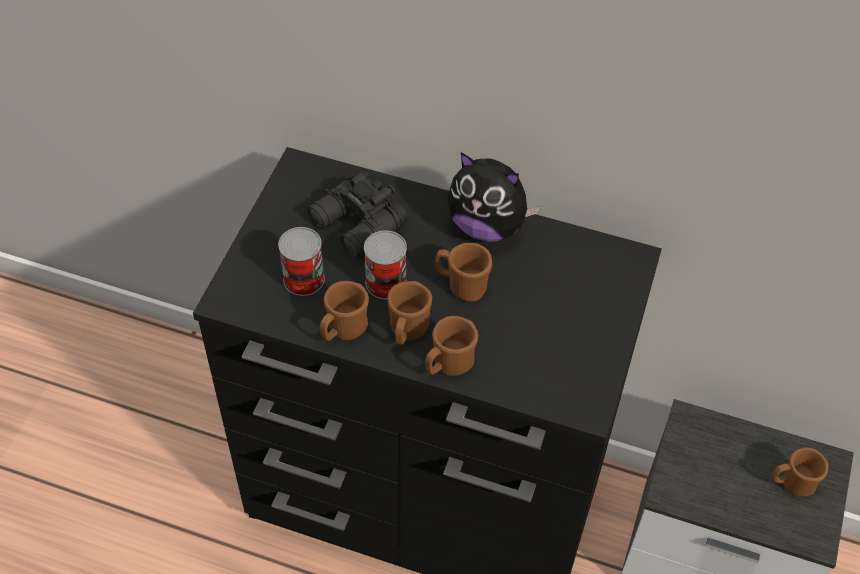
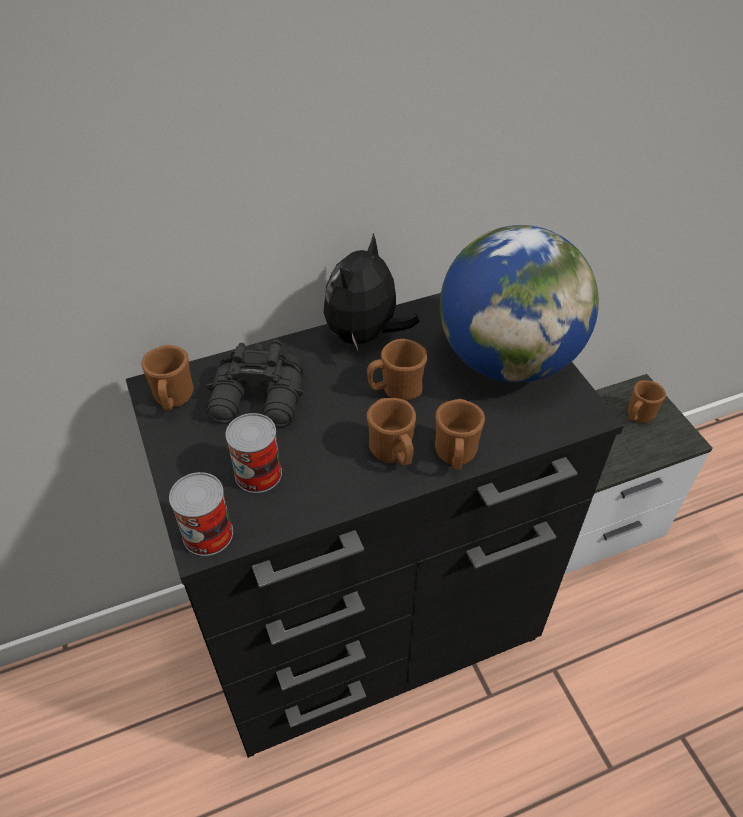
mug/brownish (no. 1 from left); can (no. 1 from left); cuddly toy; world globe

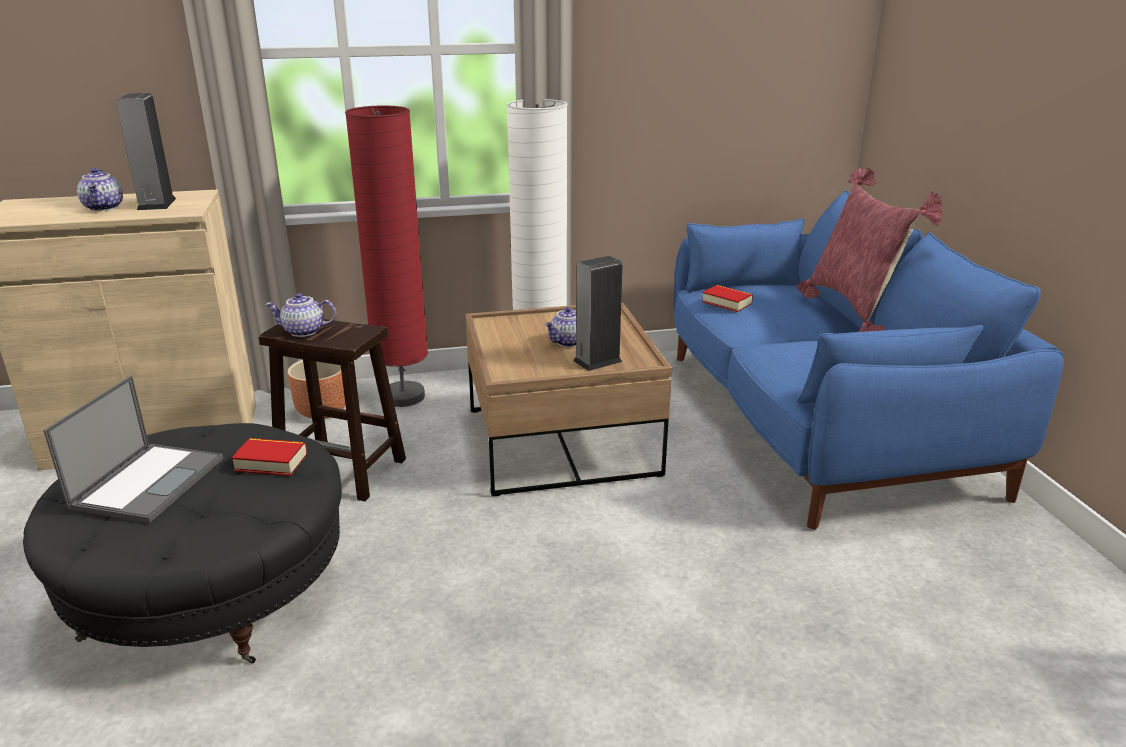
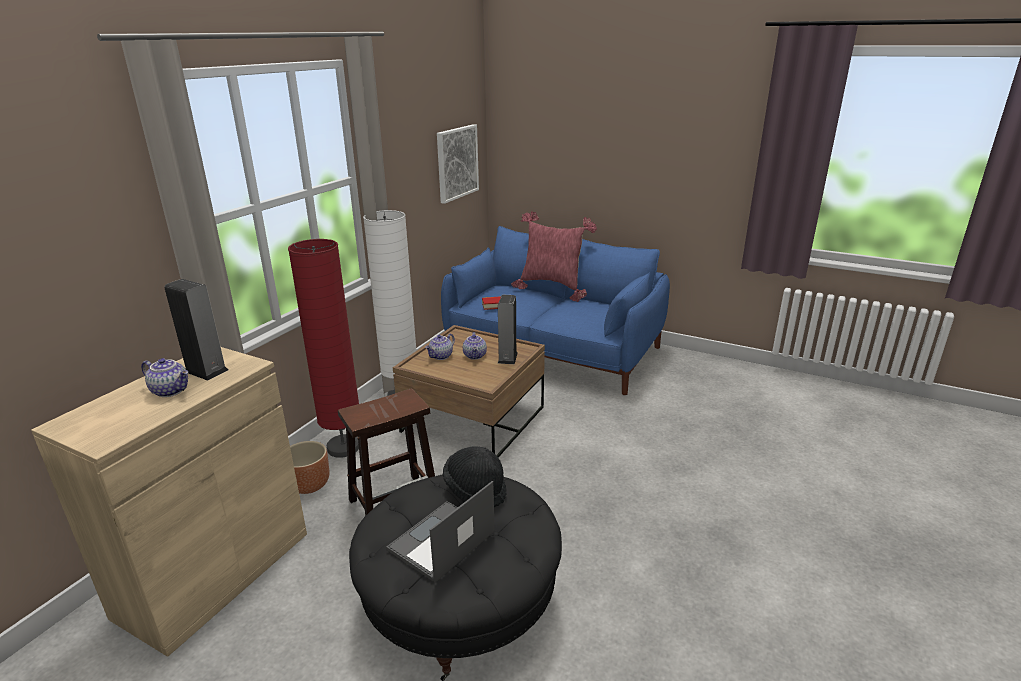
portable computer; hat/black-coloured; tea pot (no. 2 from left); wall art

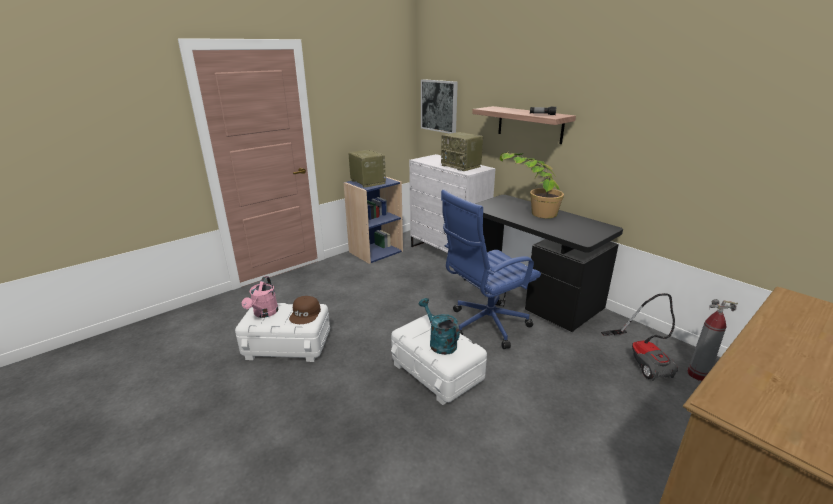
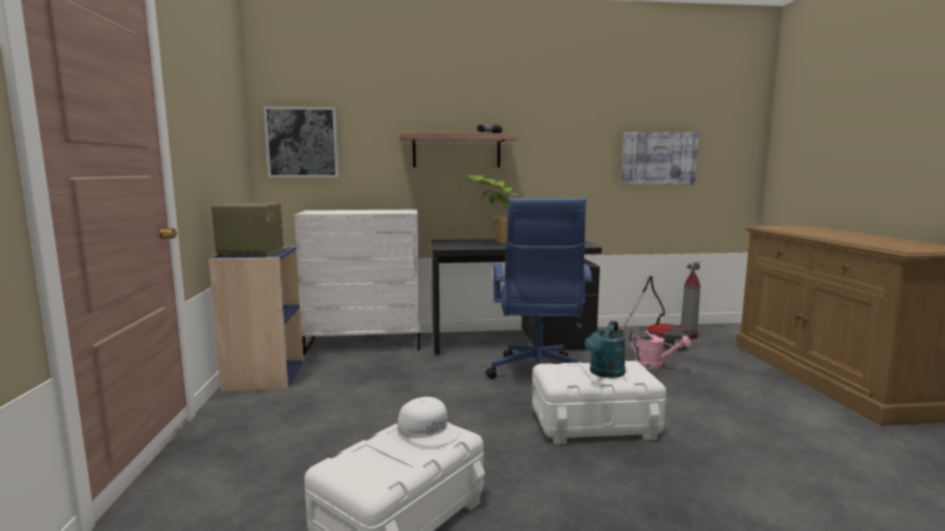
watering pot/pink-coloured; baseball cap/white; watering pot/turquoise-coloured; radio receiver (no. 2 from left in the first image); wall art (no. 2 from left)

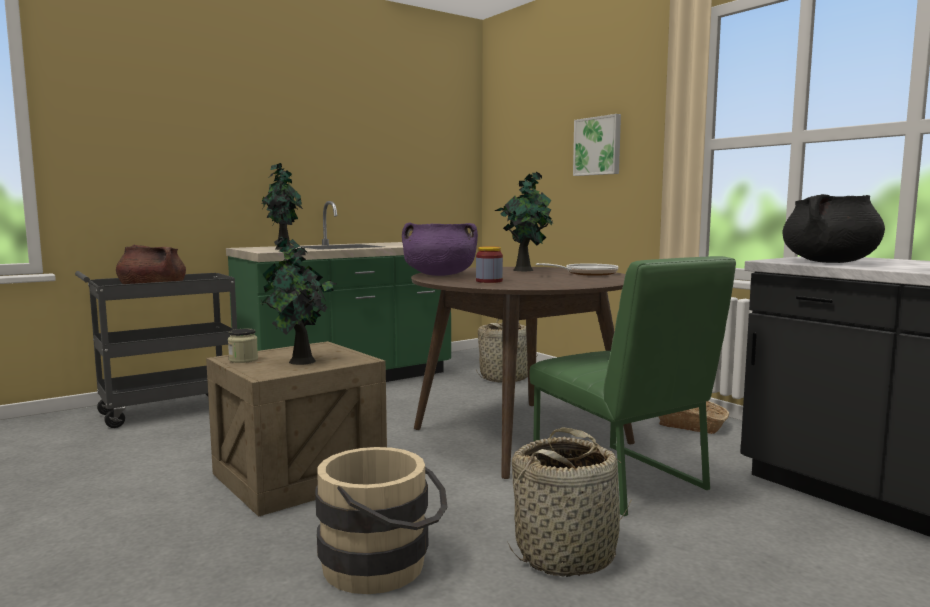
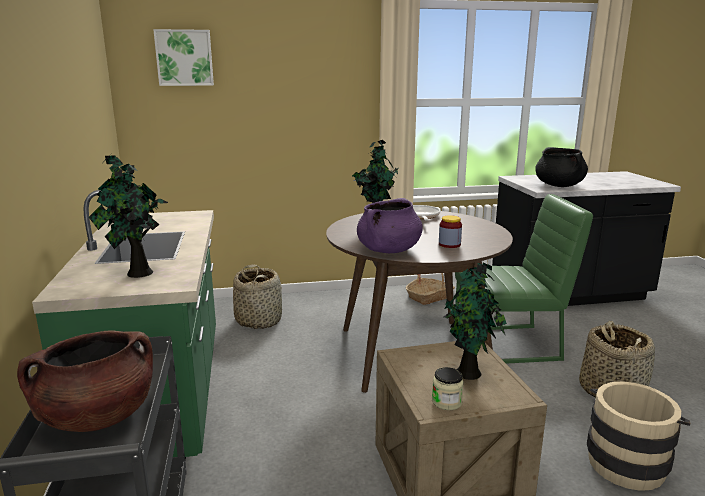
wall art

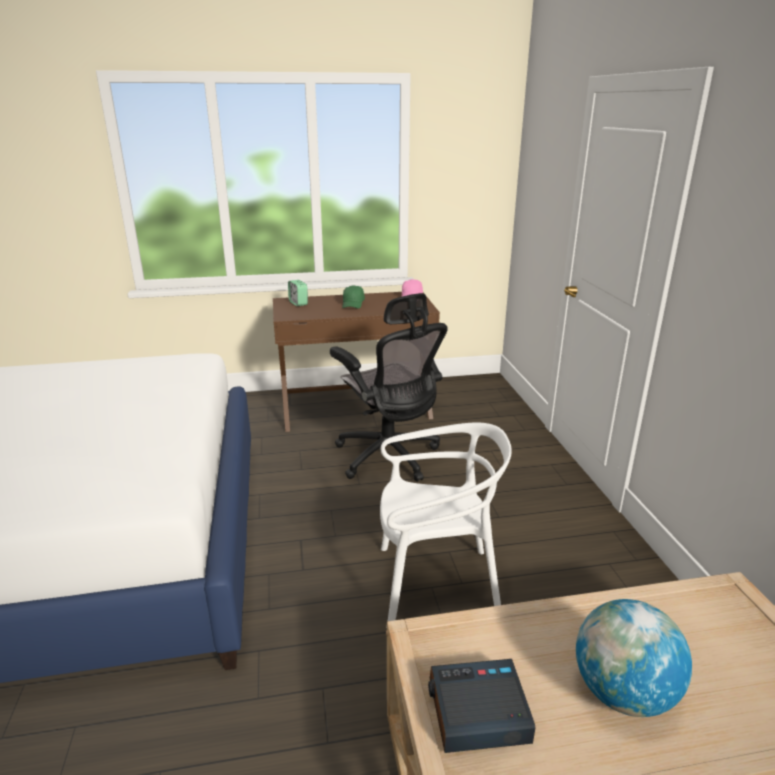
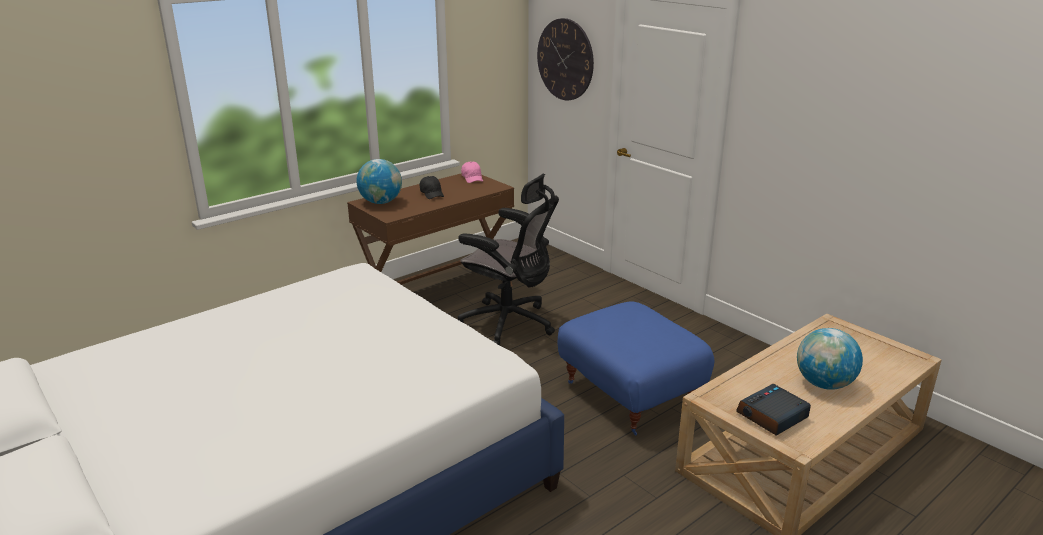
world globe (no. 1 from left); baseball cap/black-coloured; ottoman/blue; wall clock

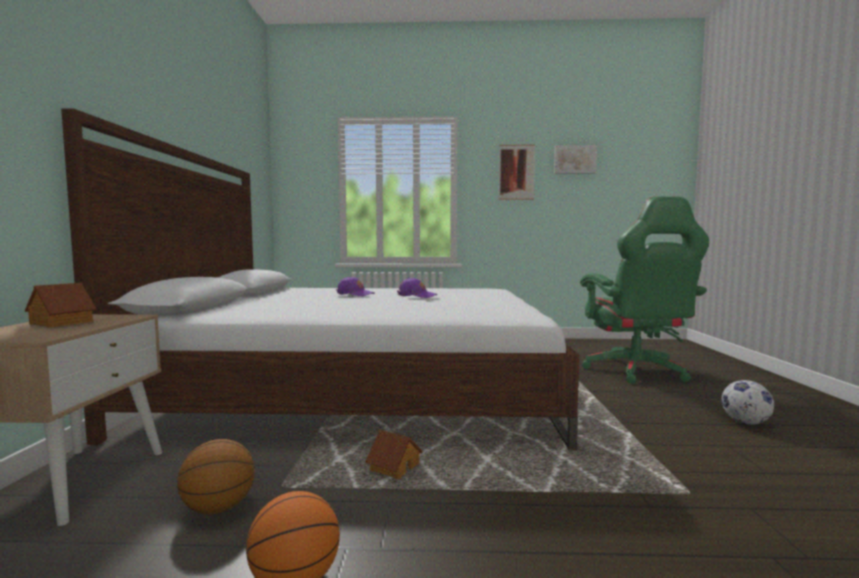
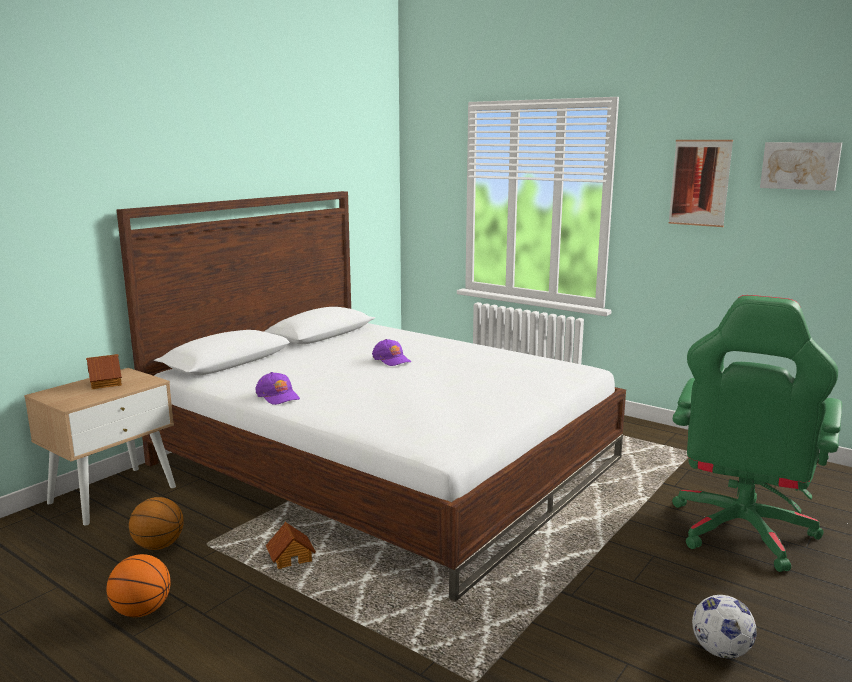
baseball cap/purple (no. 1 from left)

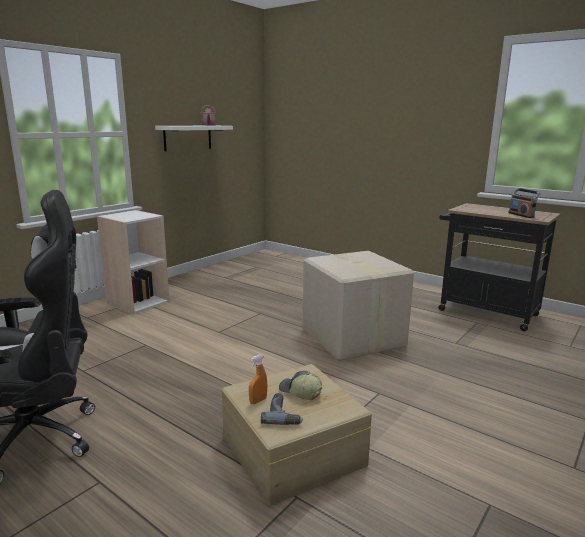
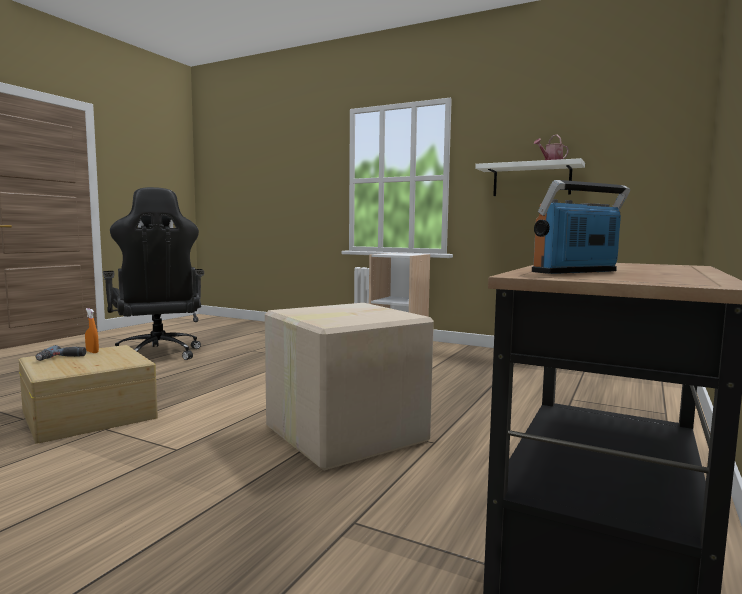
baseball cap

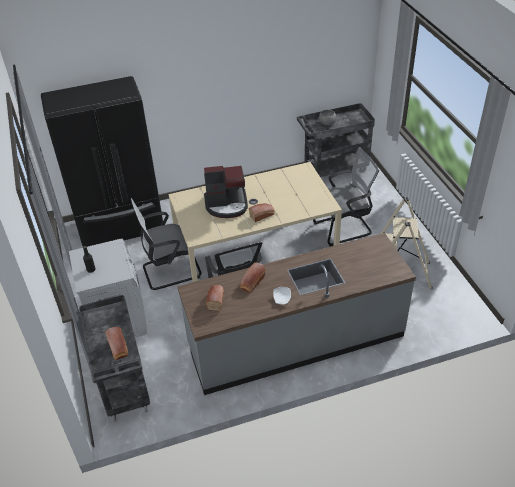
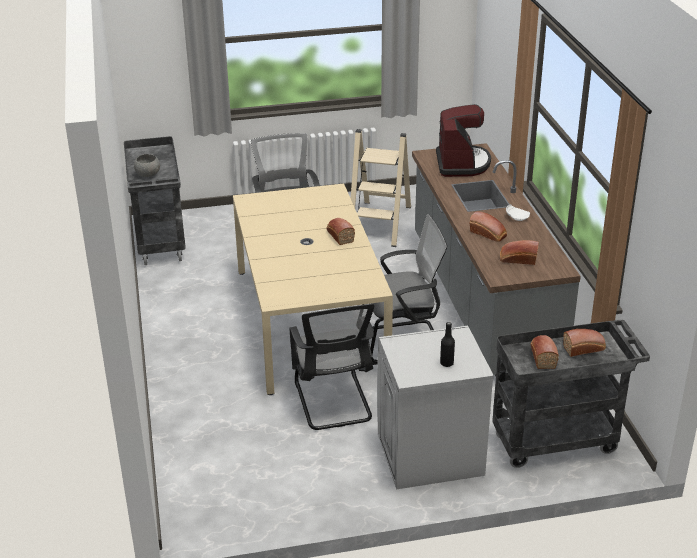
fridge/black-coloured; coffee maker; baked bread (no. 4 from left)

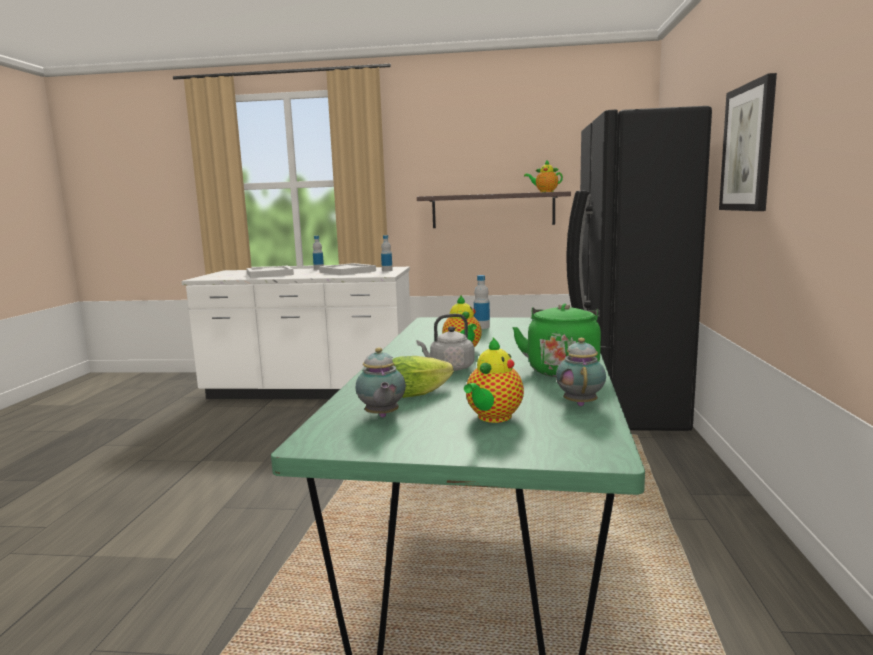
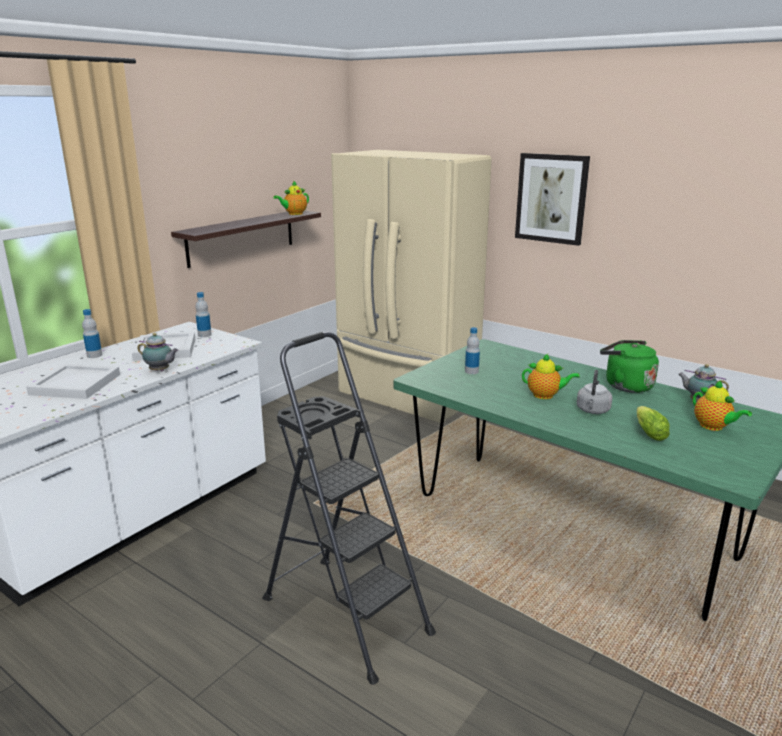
tea pot (no. 1 from left); fridge/sand-coloured; step ladder

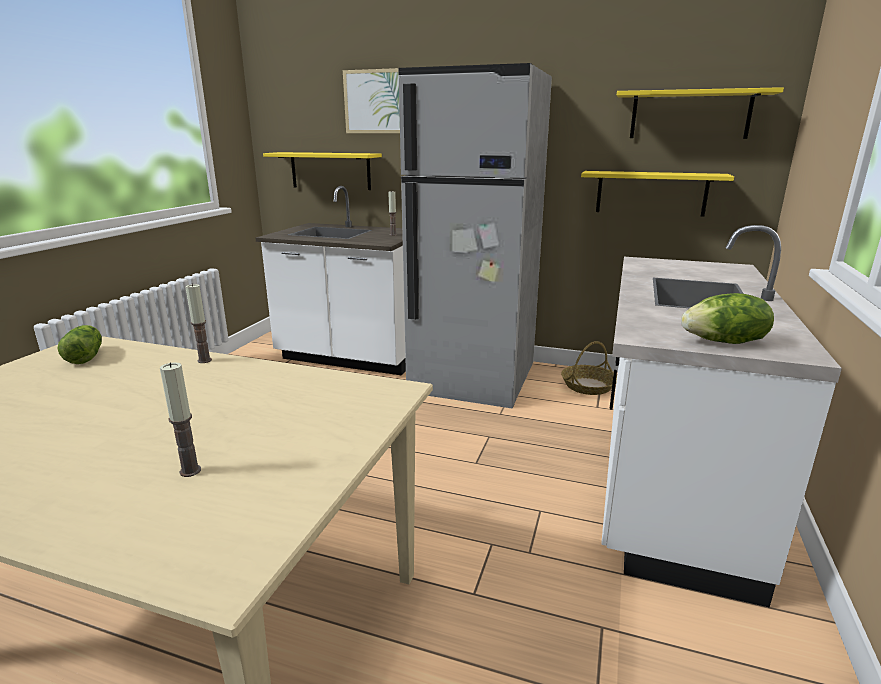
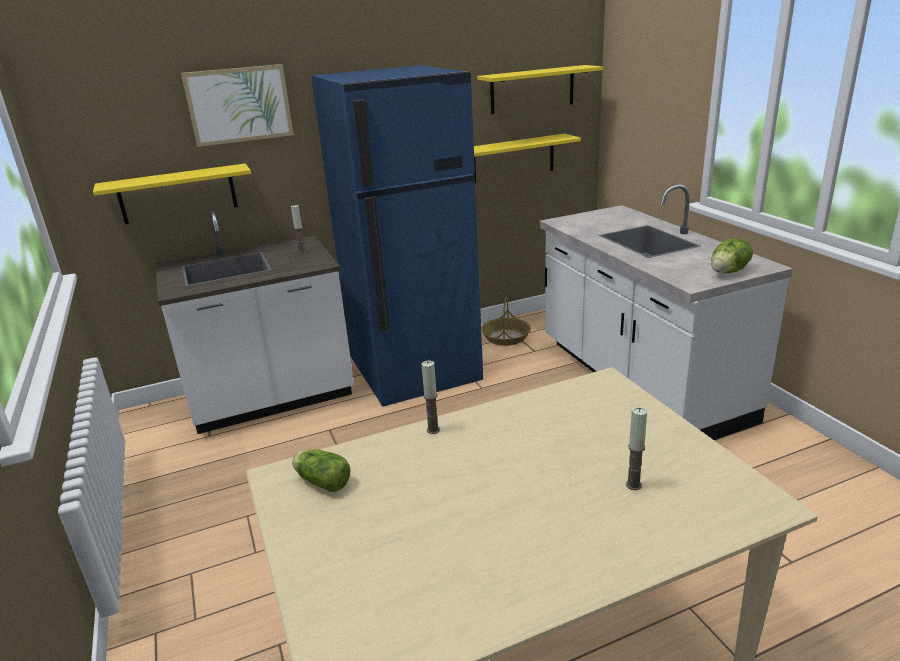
fridge/blue

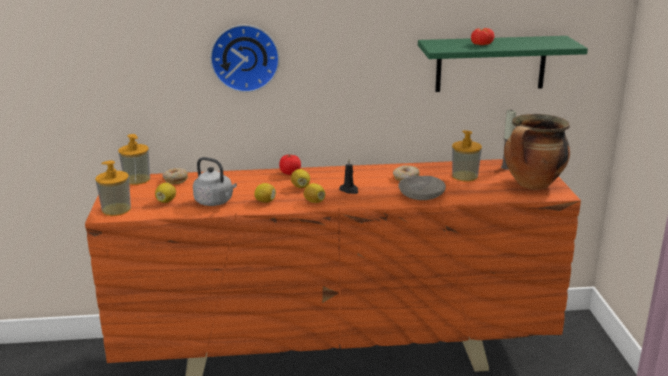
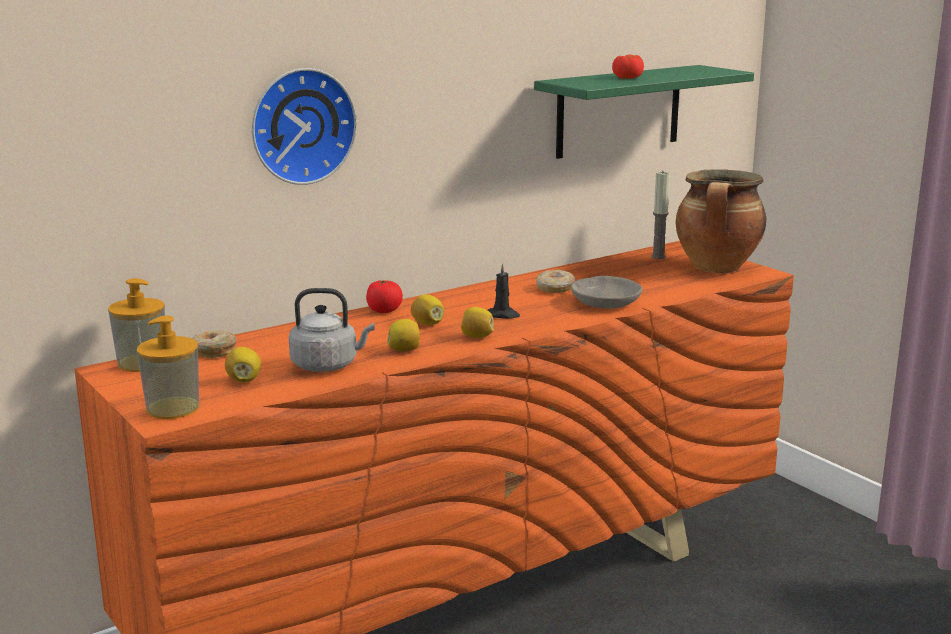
liquid soap bottle (no. 3 from left in the first image)

